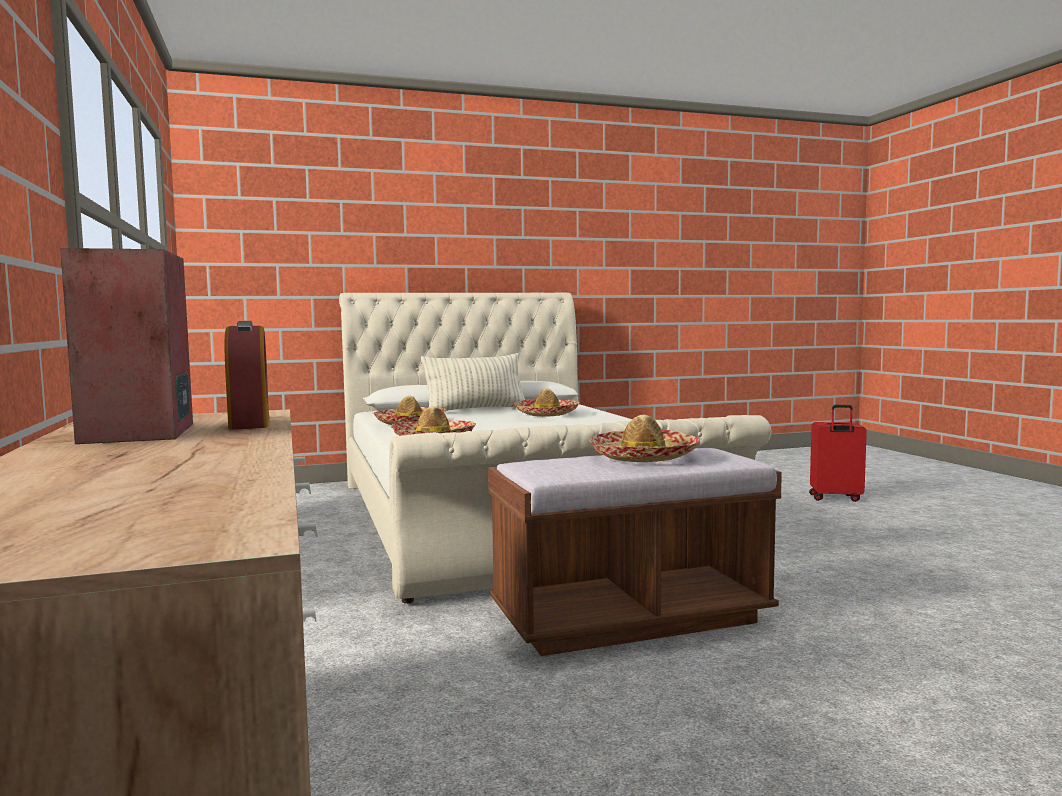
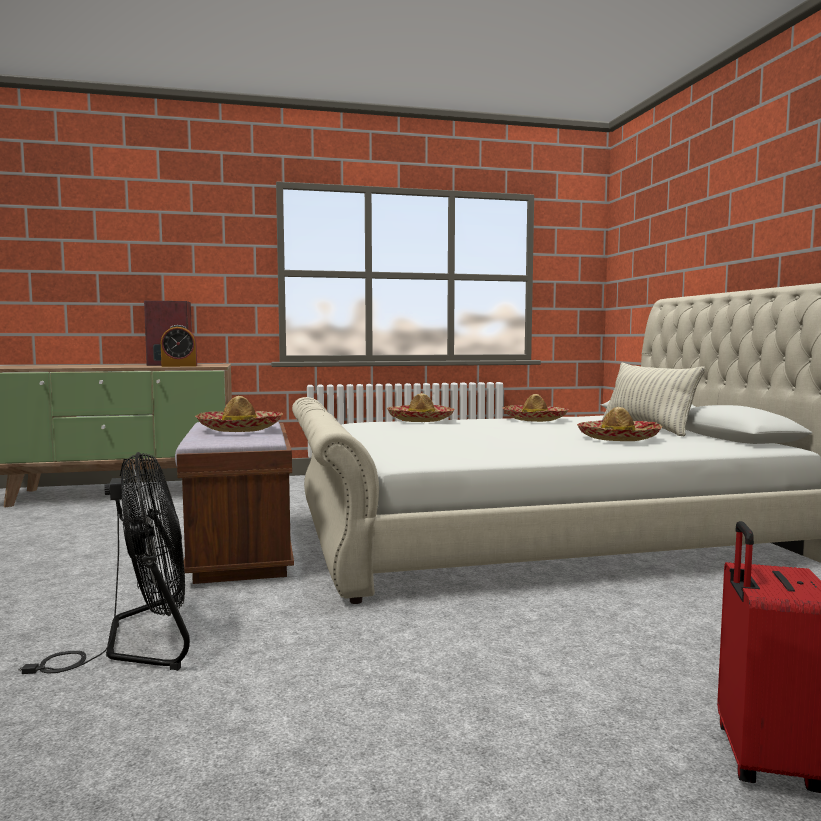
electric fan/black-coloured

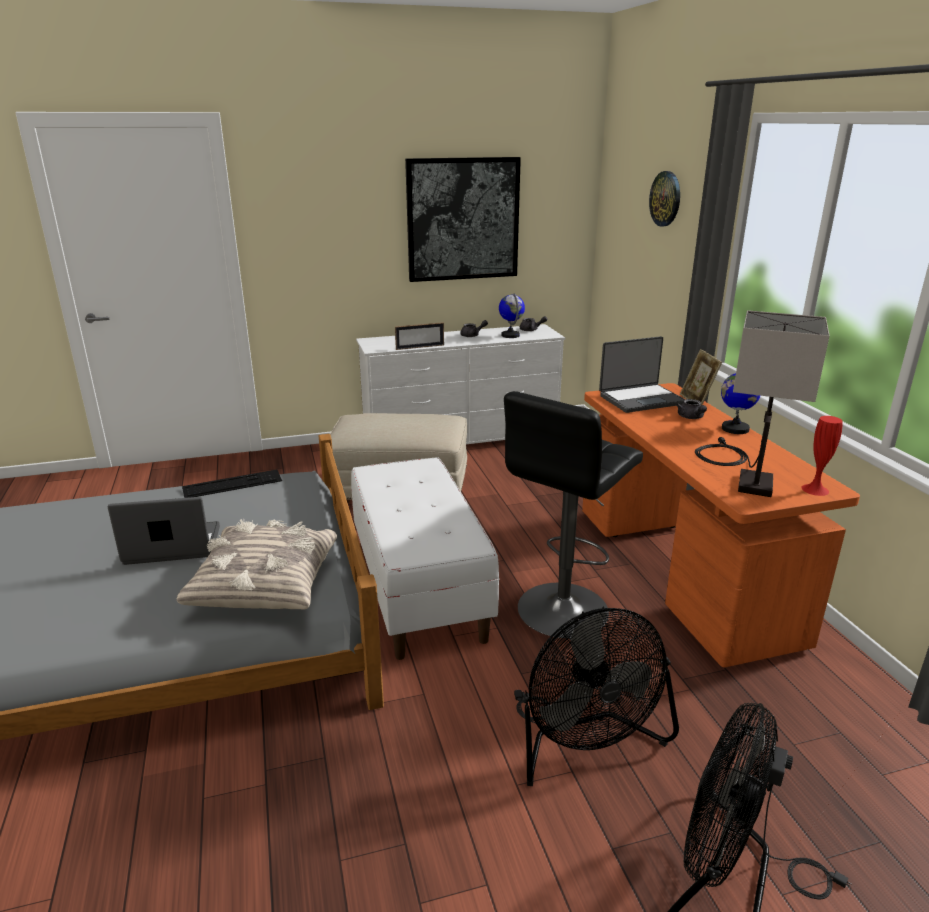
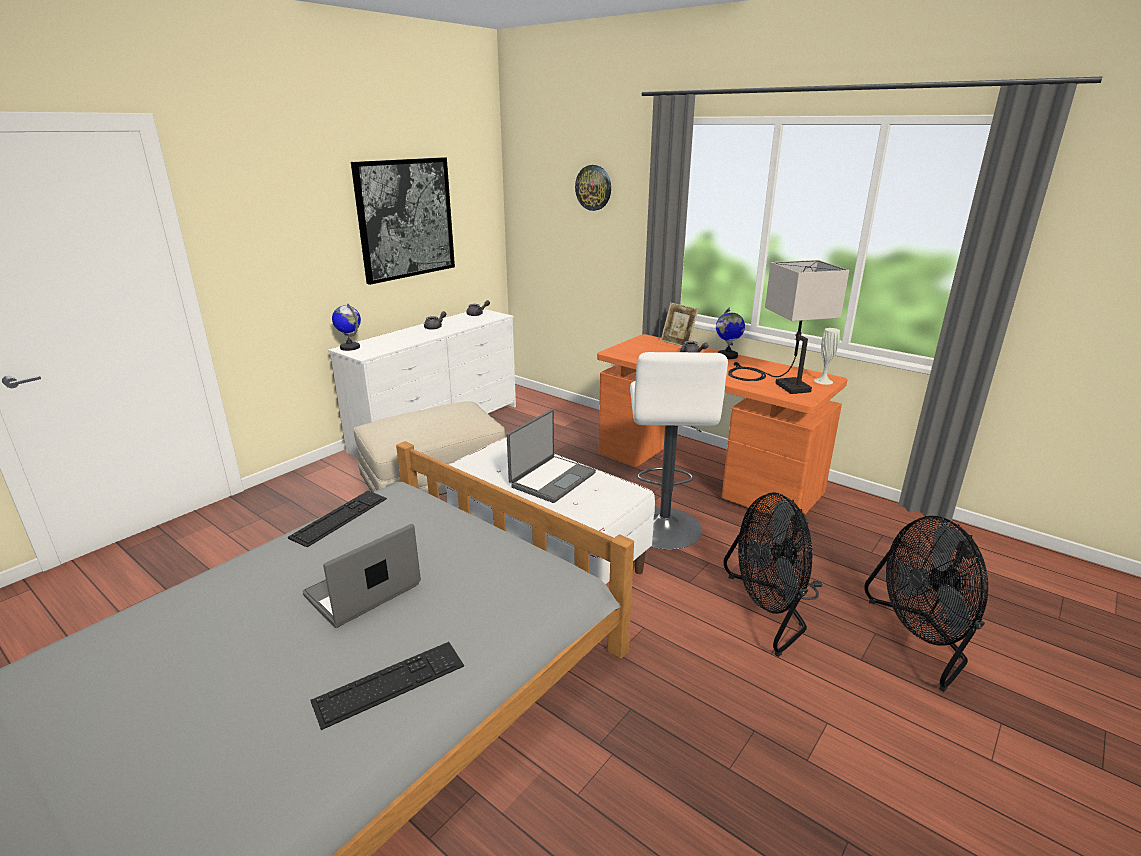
throw pillow/sand-coloured; photo frame (no. 1 from left in the first image); world globe (no. 1 from left); stool seat/white; electric fan/black-coloured (no. 1 from left); portable computer (no. 2 from left); decorative vase/white; keyboard (no. 2 from left)

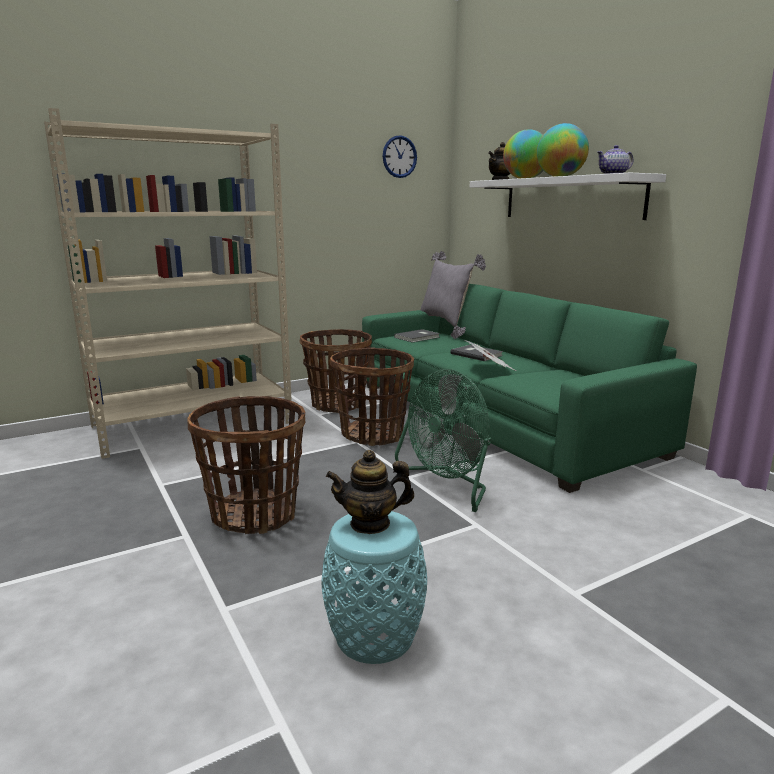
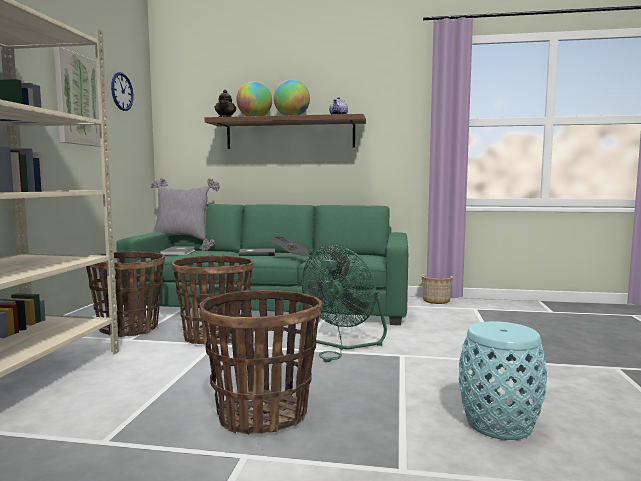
tea pot (no. 1 from left in the first image); electric fan/green-coloured; shelf/brownish; wall art; planter

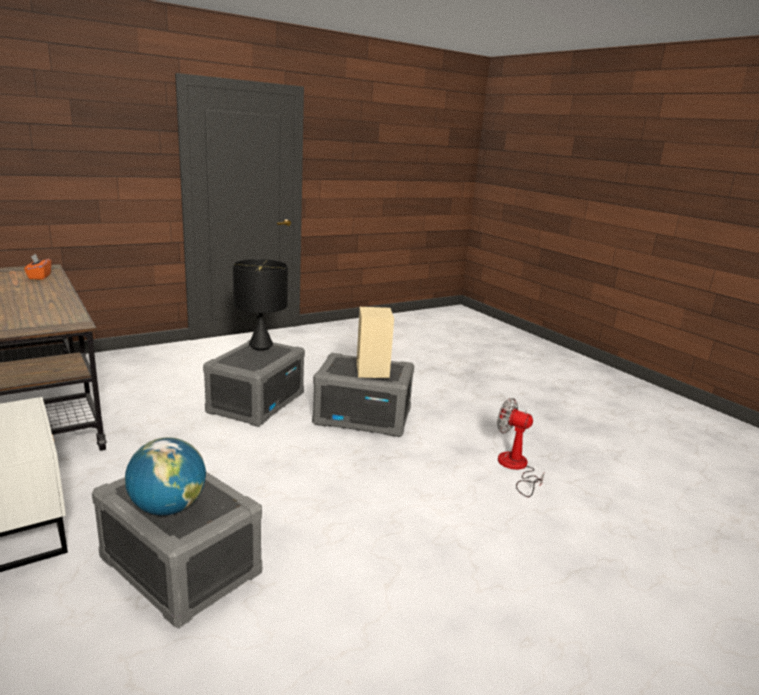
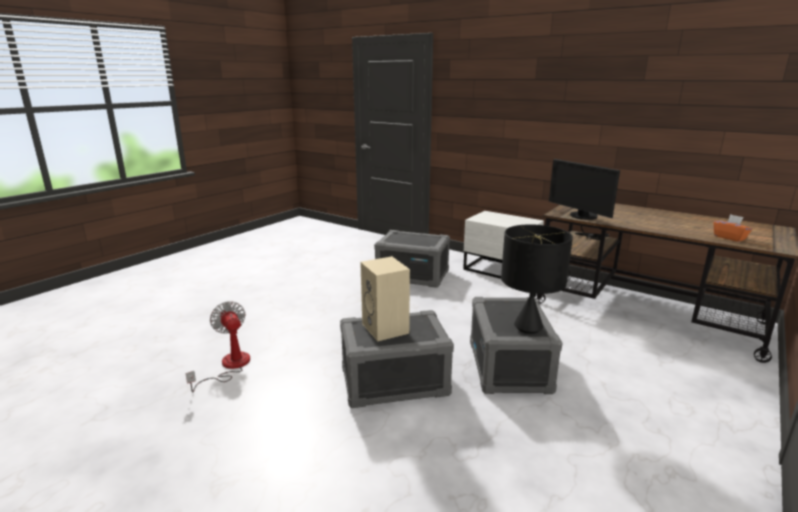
world globe; electric fan; monitor

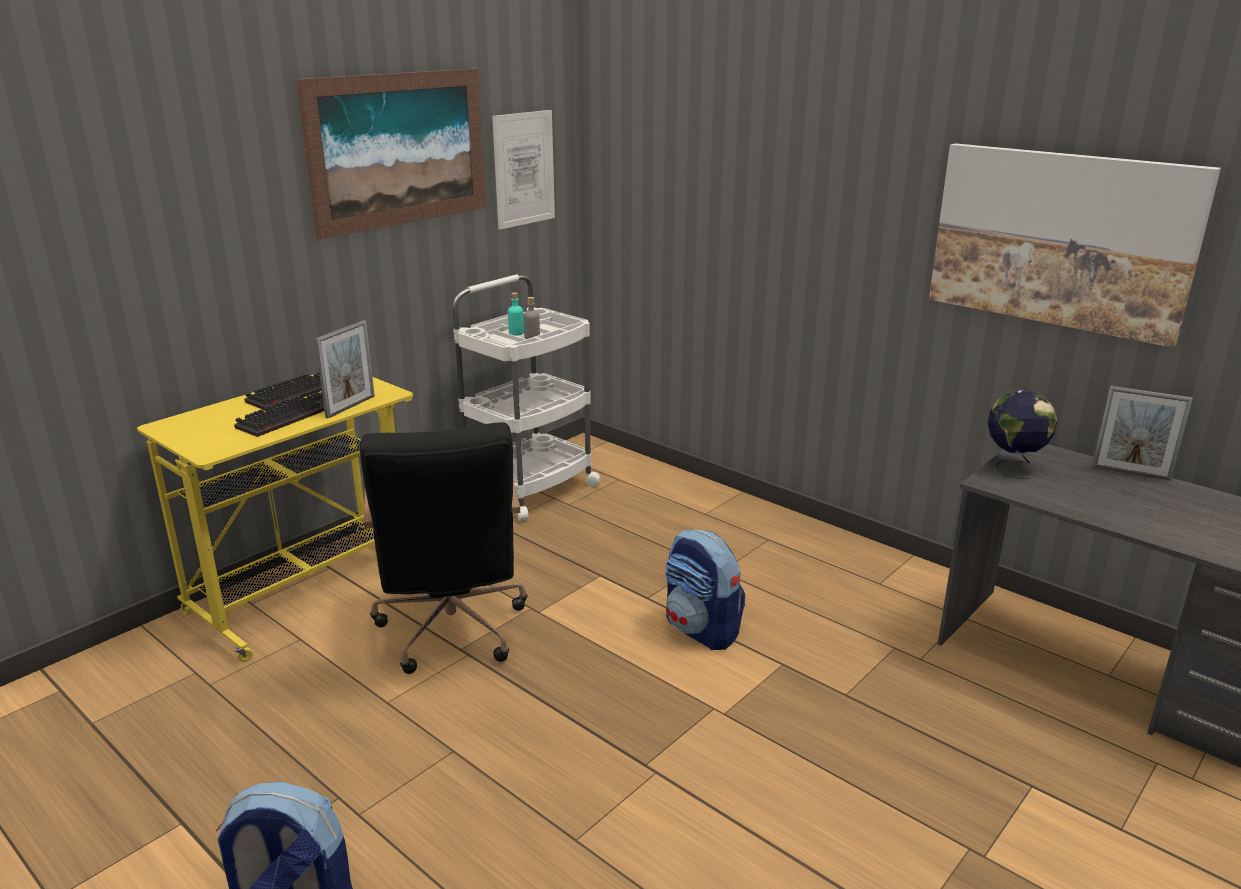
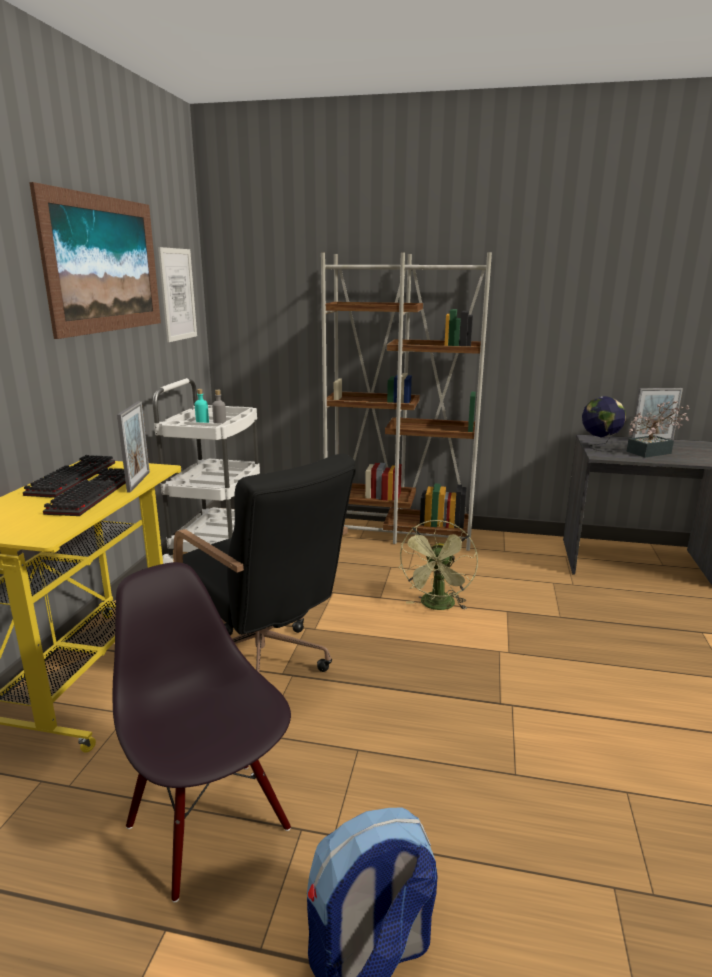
electric fan/green-coloured; wall art (no. 3 from left in the first image); plain chair/black-coloured; bookcase/brownish; plant in a pot

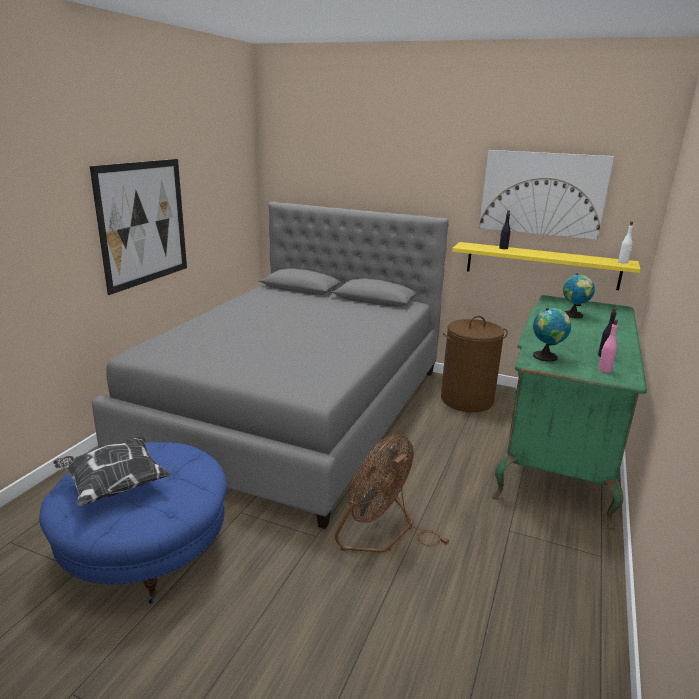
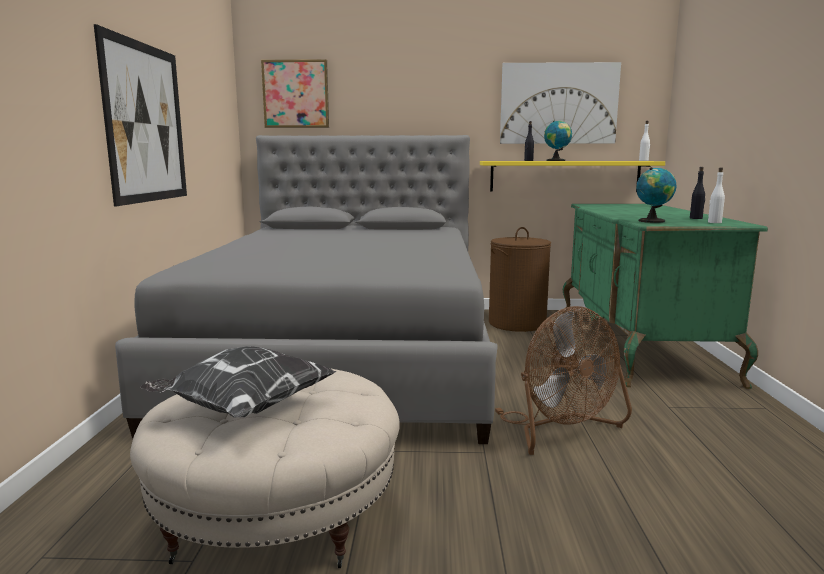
ottoman/sand-coloured; electric fan/brownish; world globe (no. 1 from left); bottle/white (no. 2 from left); wall art (no. 2 from left)

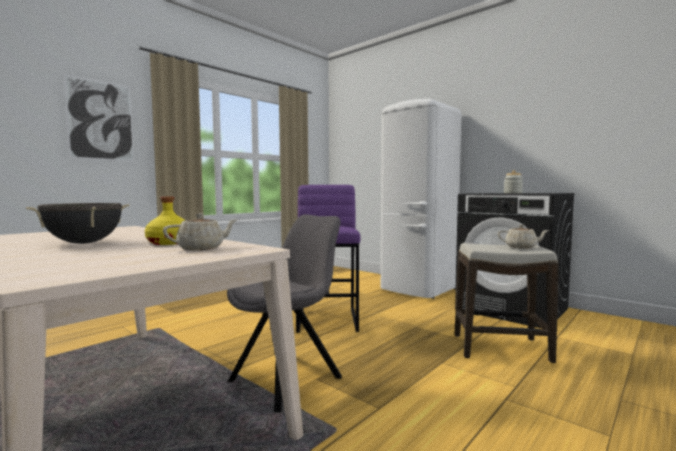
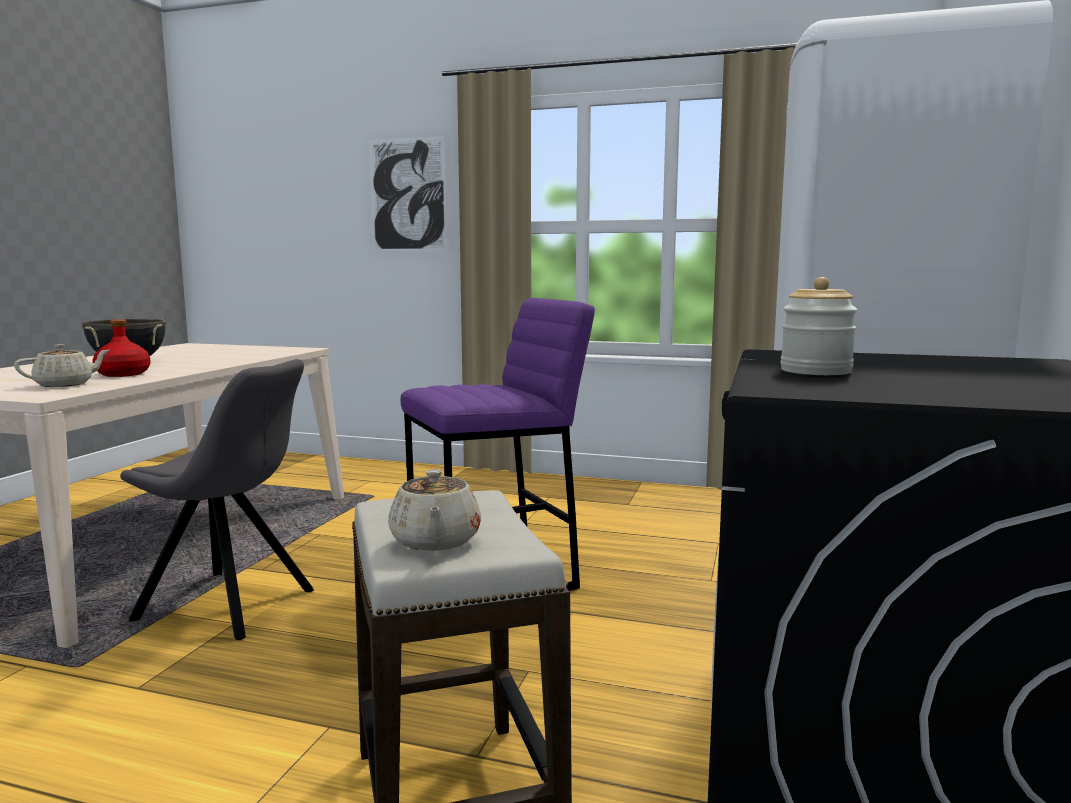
bottle/reddish; tea pot/sand-coloured (no. 1 from left)

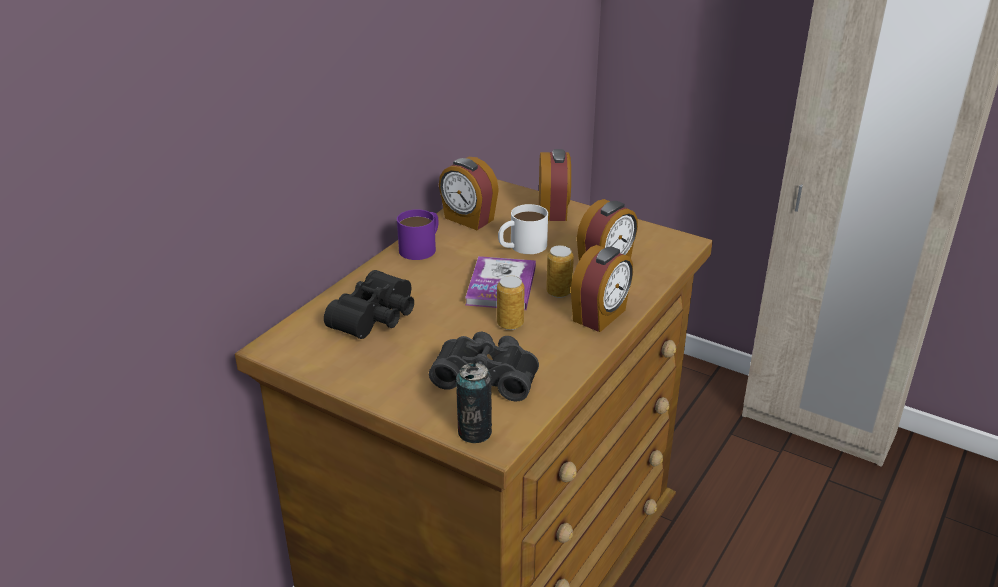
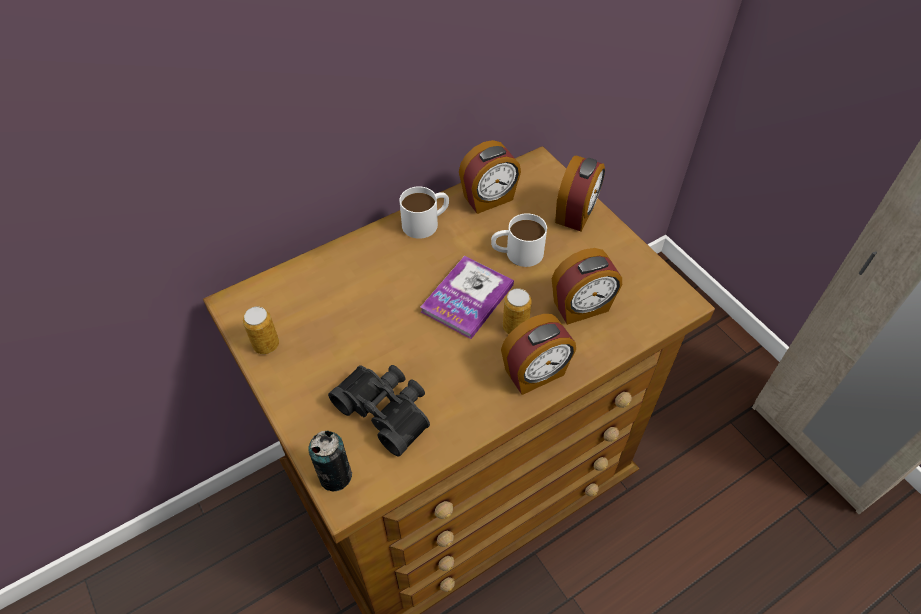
field glasses/black-coloured (no. 1 from left in the first image); mug/white (no. 1 from left); bedside clock (no. 1 from left); can (no. 1 from left)

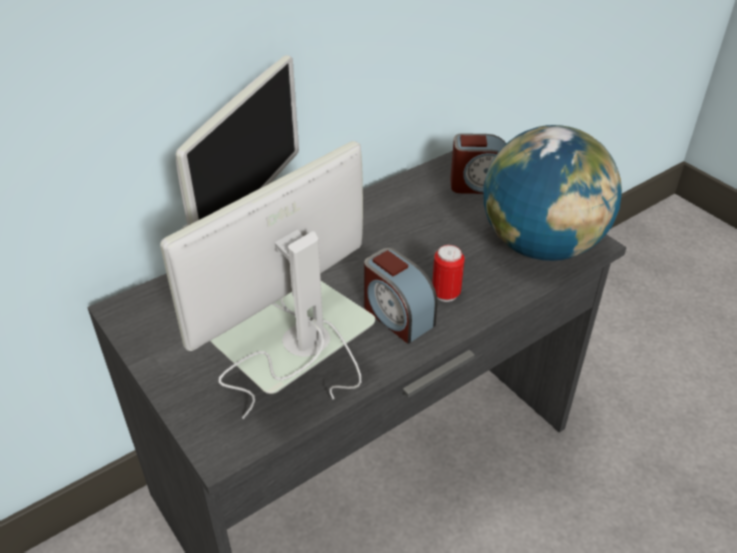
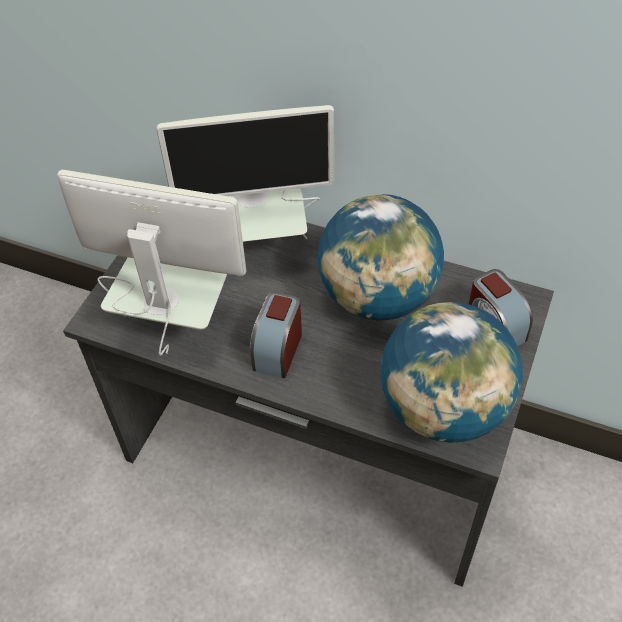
can; world globe (no. 1 from left)

